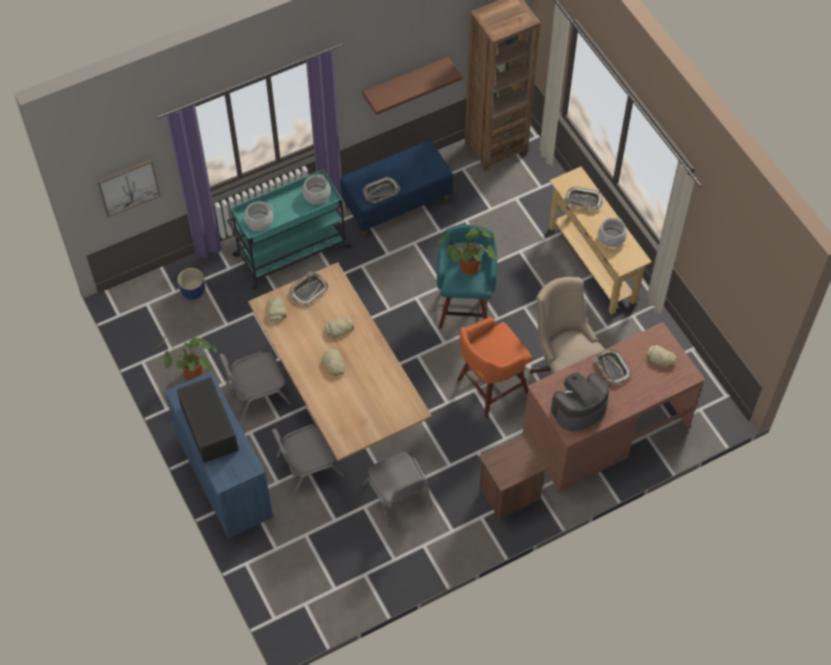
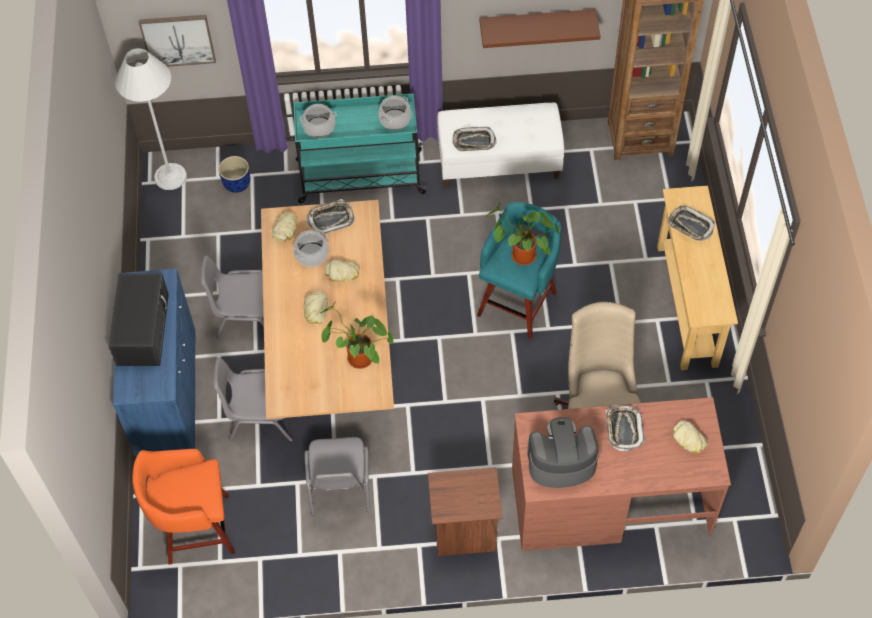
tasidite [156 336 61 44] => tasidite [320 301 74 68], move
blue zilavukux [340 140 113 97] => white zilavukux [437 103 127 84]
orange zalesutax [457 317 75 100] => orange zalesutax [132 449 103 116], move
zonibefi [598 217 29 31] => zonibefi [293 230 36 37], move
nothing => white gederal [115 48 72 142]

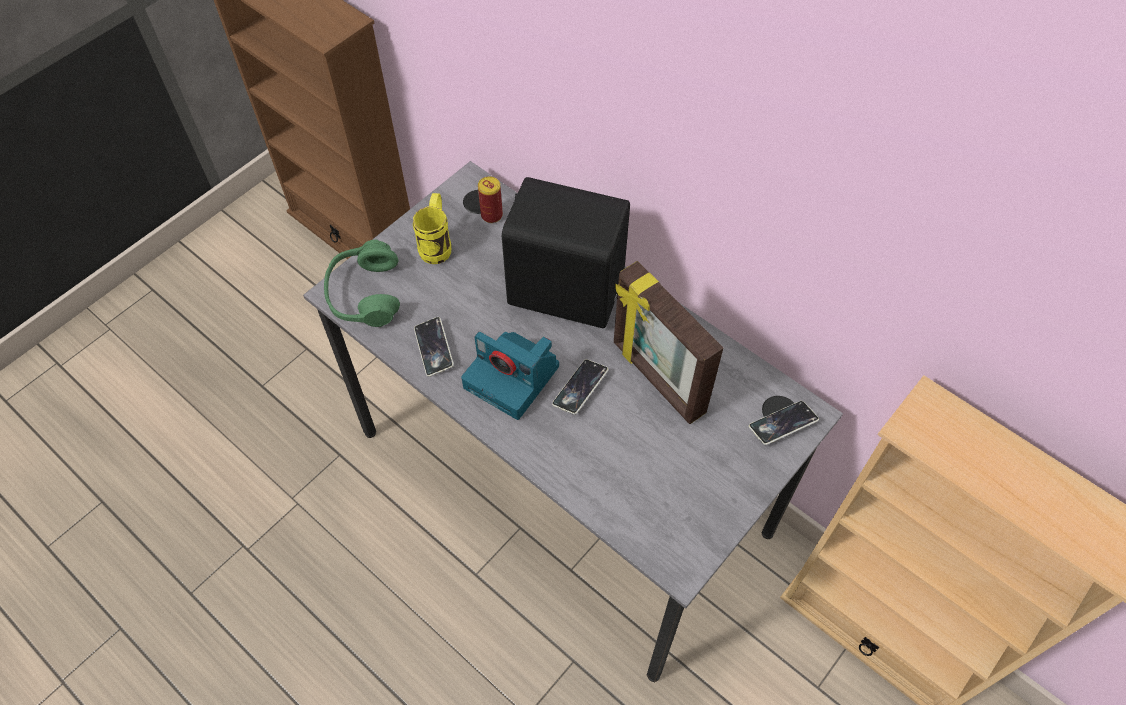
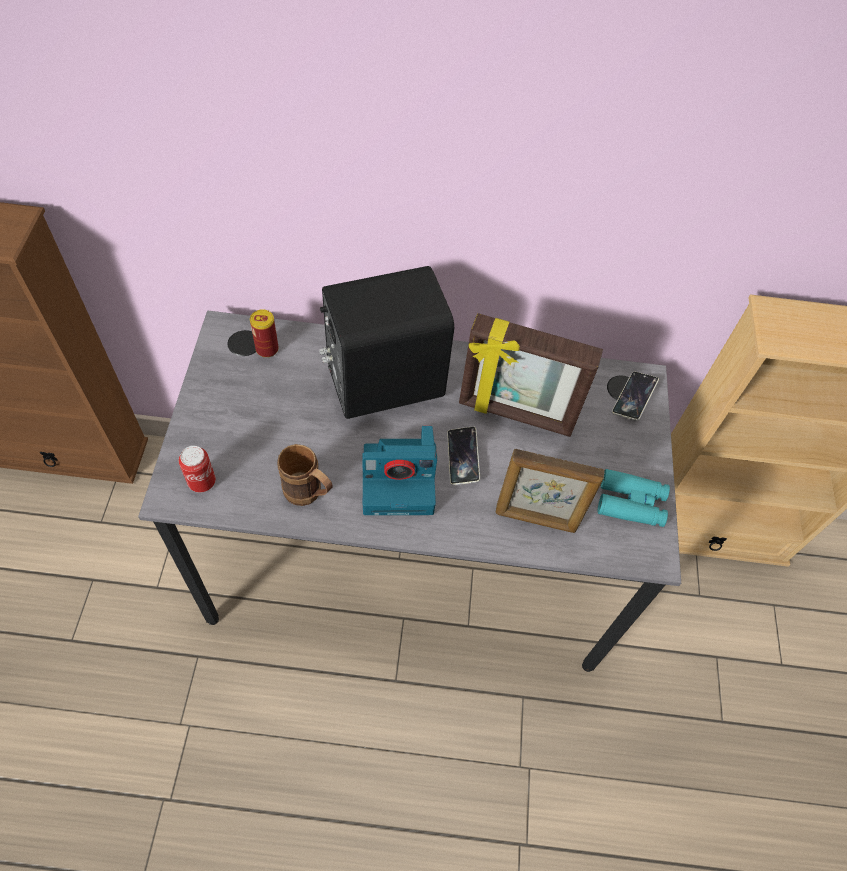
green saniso [324 240 76 87] => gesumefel [179 446 37 47]
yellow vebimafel [413 193 38 71] => nothing
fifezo [414 317 40 60] => brown vebimafel [277 444 56 62]
nothing => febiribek [495 449 110 84]
nothing => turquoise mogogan [598 469 72 58]

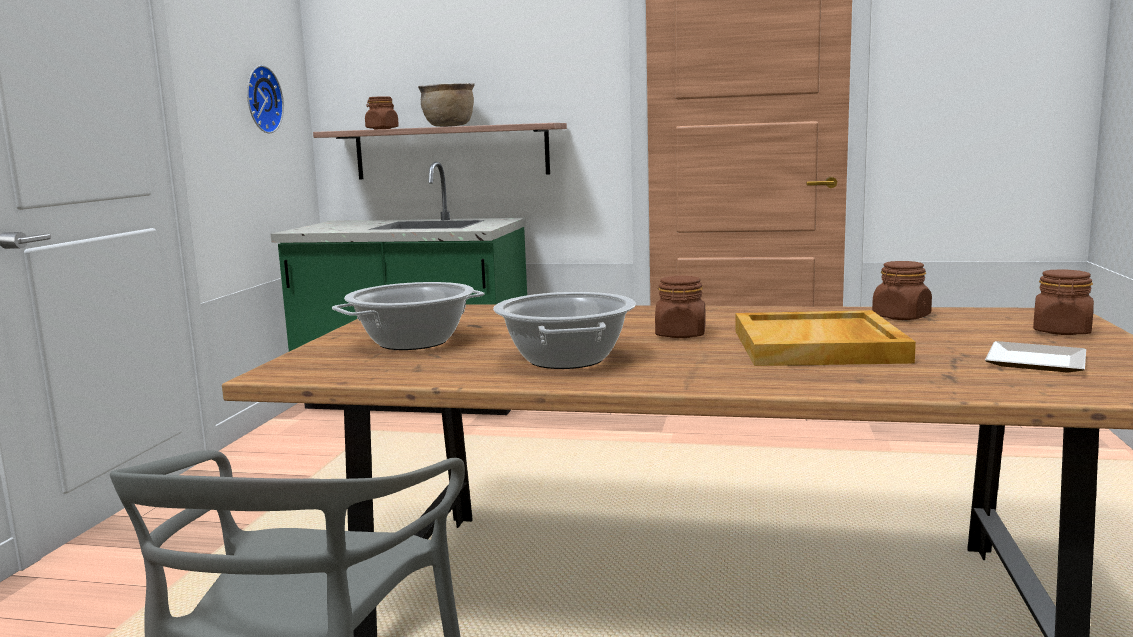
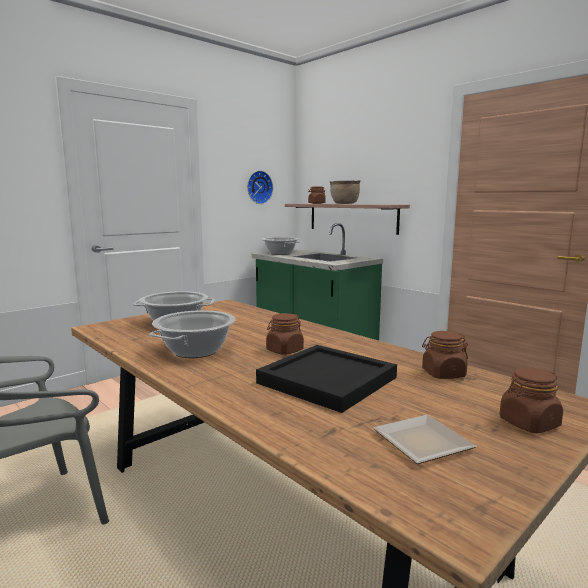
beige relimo [735 310 181 56] => black relimo [256 345 141 68]
nothing => zonibefi [261 237 39 18]

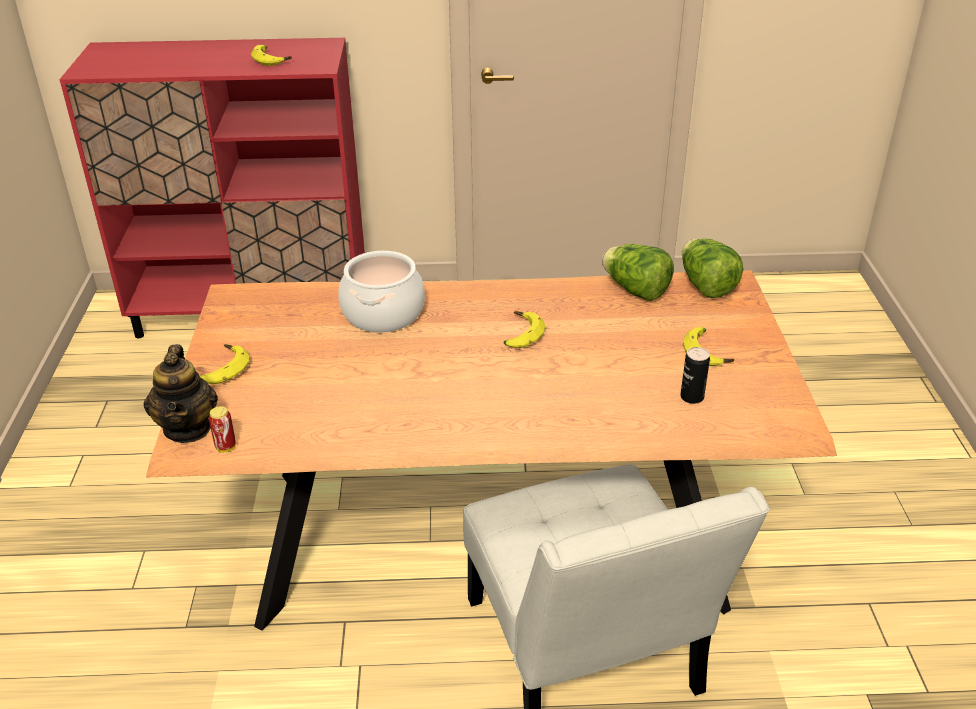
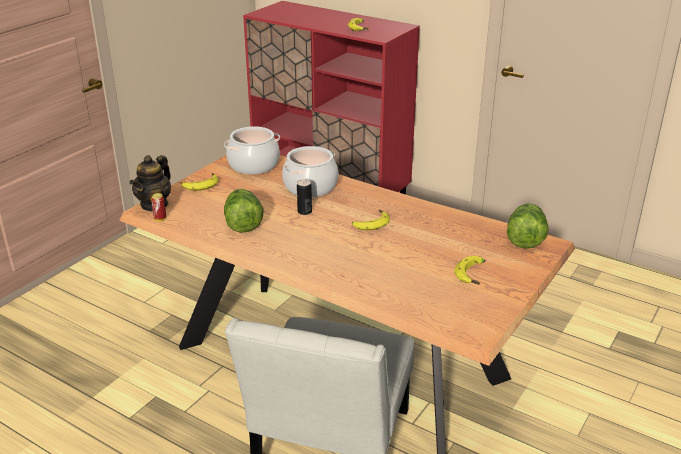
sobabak [602 244 72 57] => sobabak [224 189 39 43], move
gesumefel [680 347 30 57] => gesumefel [297 179 15 36], move
nothing => zonibefi [224 126 56 48]

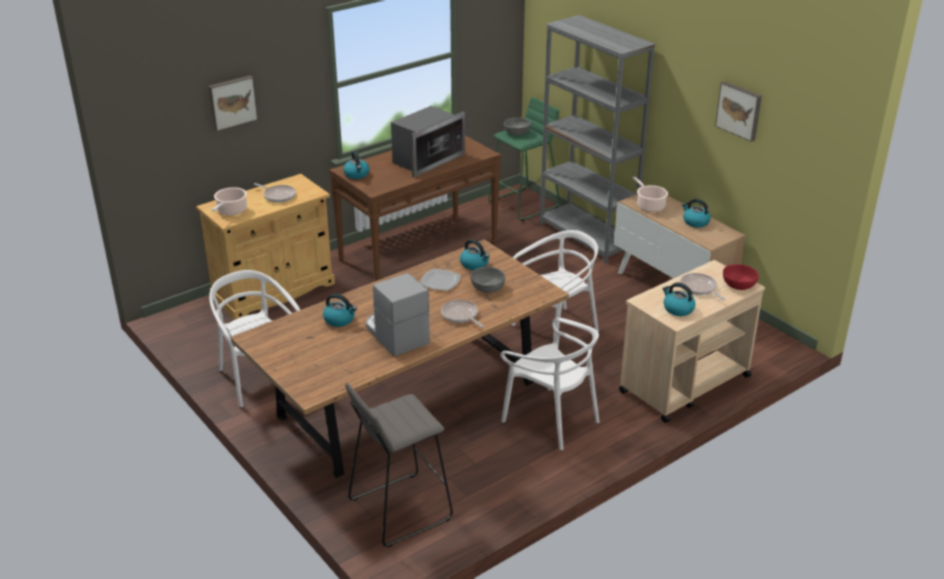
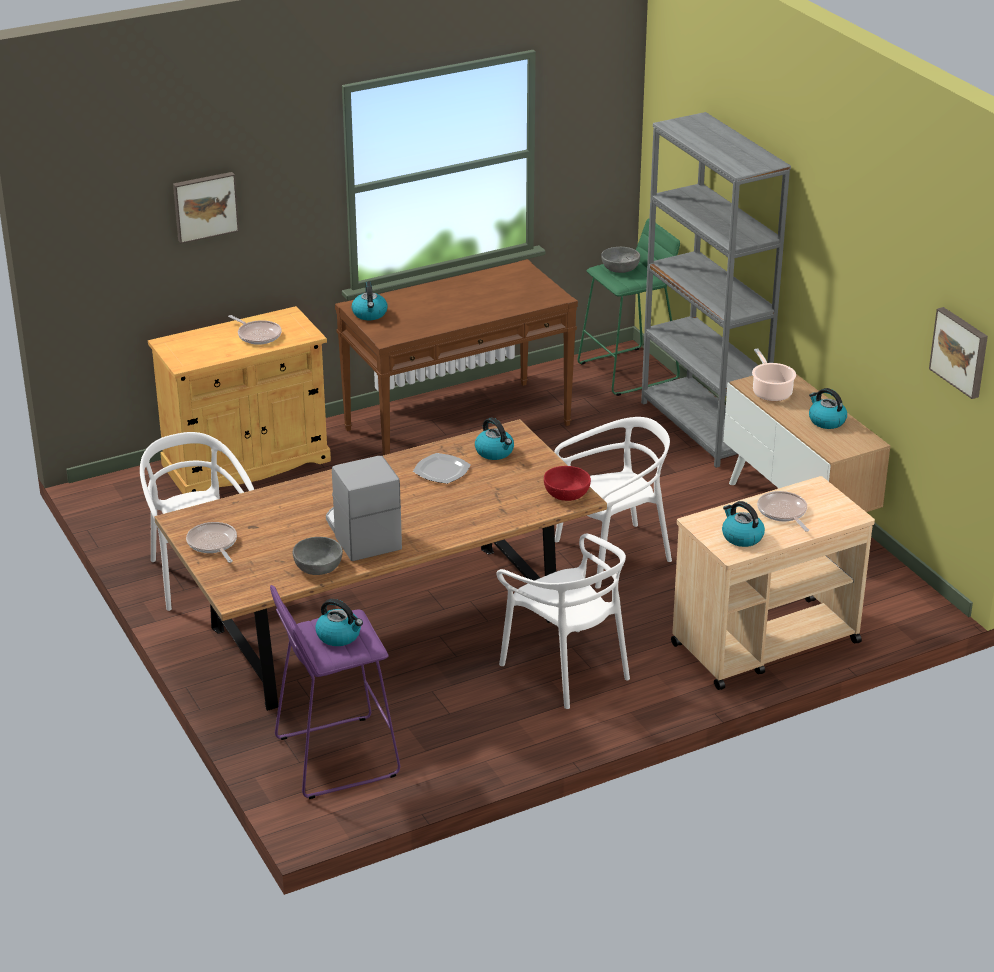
zonibefi [212 187 35 29] => nothing
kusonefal [323 294 34 33] => kusonefal [315 599 48 47], move
grey zalesutax [345 383 108 164] => purple zalesutax [270 585 130 214]
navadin [391 106 74 72] => nothing
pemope [441 300 43 28] => pemope [186 522 51 41], move
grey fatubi [471 267 35 26] => grey fatubi [292 537 51 38], move
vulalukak [715 81 47 61] => vulalukak [929 307 59 92], move
red fatubi [723 264 36 26] => red fatubi [544 466 47 35], move

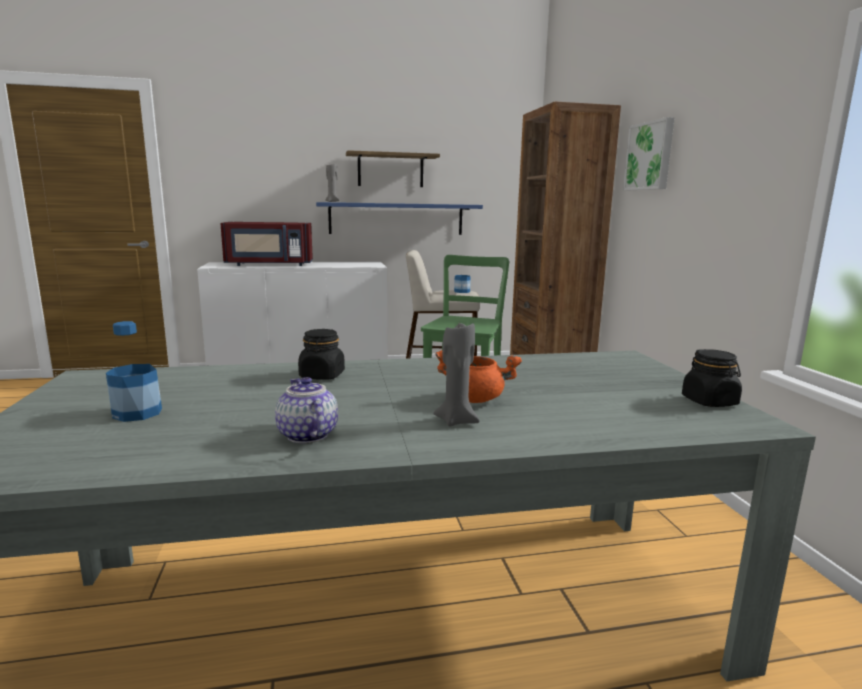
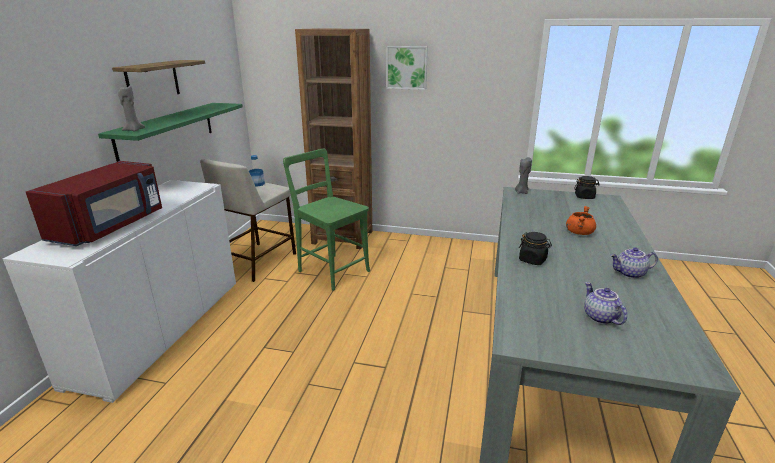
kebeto [106 321 56 101] => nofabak [584 282 43 43]
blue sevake [316 202 167 33] => green sevake [98 103 145 59]
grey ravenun [433 323 47 104] => grey ravenun [515 157 17 37], move

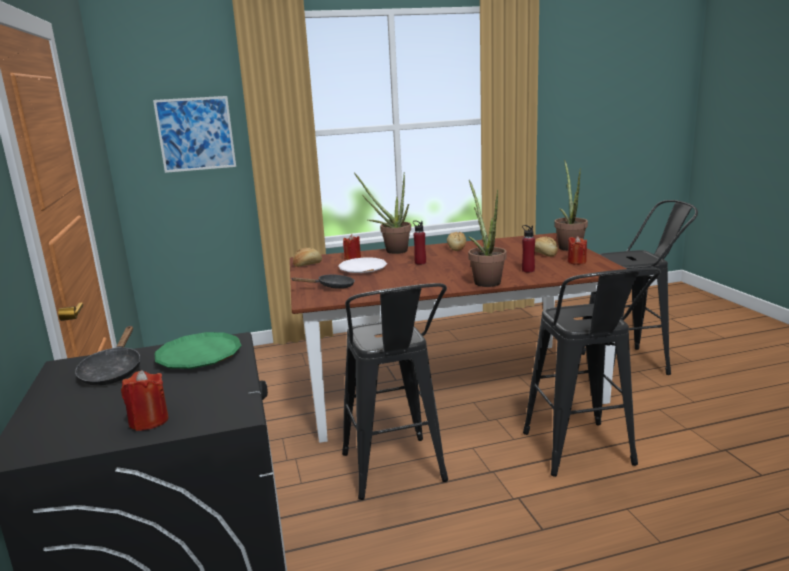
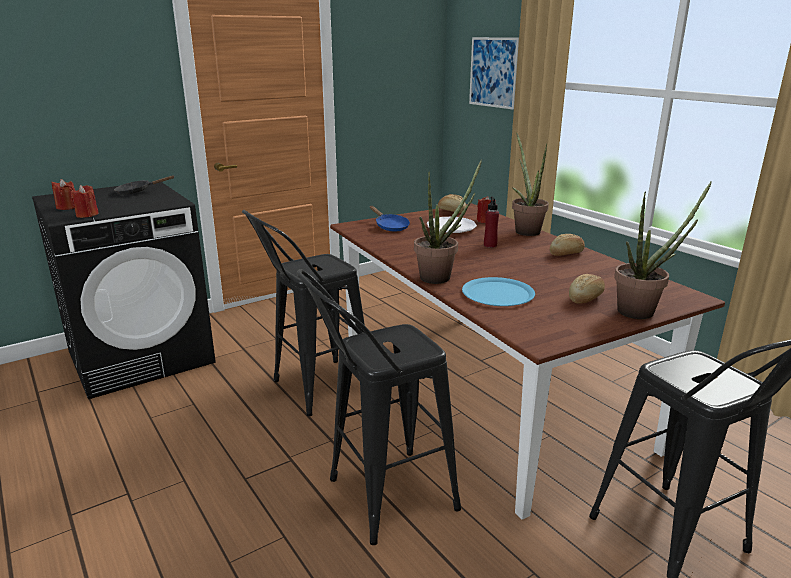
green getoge [154 332 88 37] => nothing
black pemope [291 274 64 15] => blue pemope [370 206 40 25]
red kebeto [522 225 13 47] => blue getoge [462 277 73 29]
red ravenun [568 236 19 29] => red ravenun [71 185 27 33], move

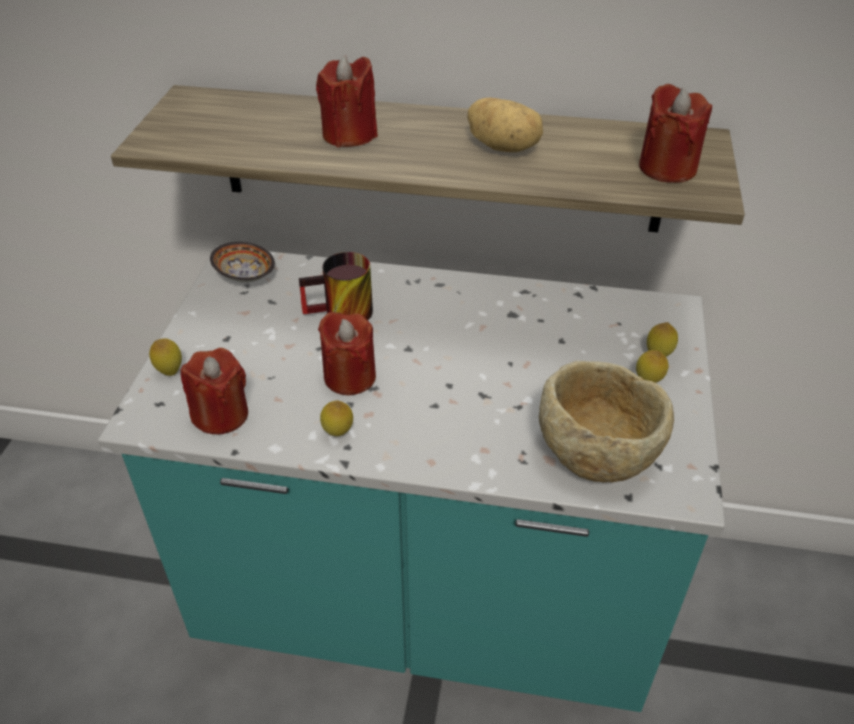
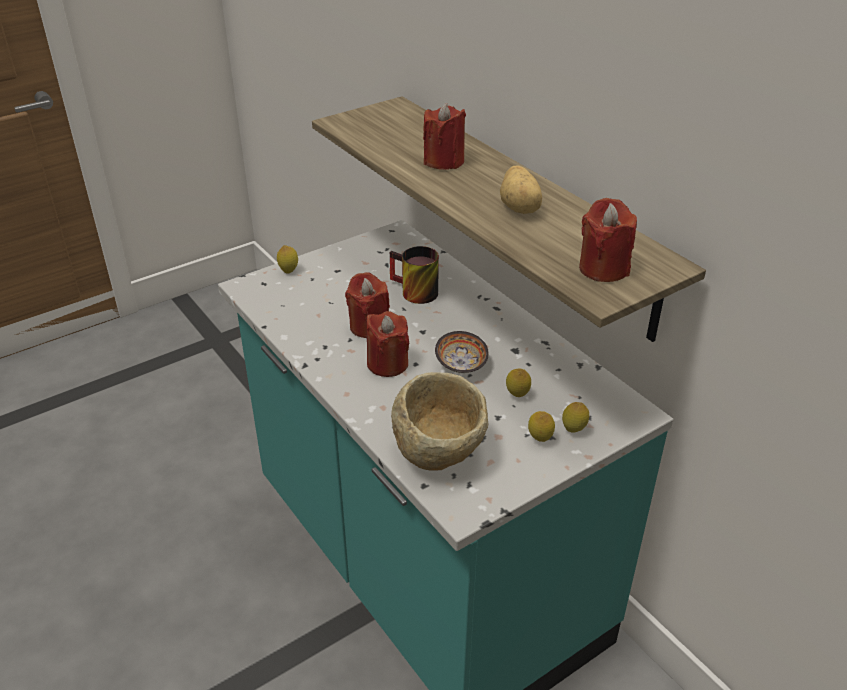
red ravenun [181 348 67 86] => red ravenun [366 311 43 66], move
fatubi [210 242 65 40] => fatubi [435 331 54 42], move
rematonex [320 400 33 36] => rematonex [506 368 25 29], move

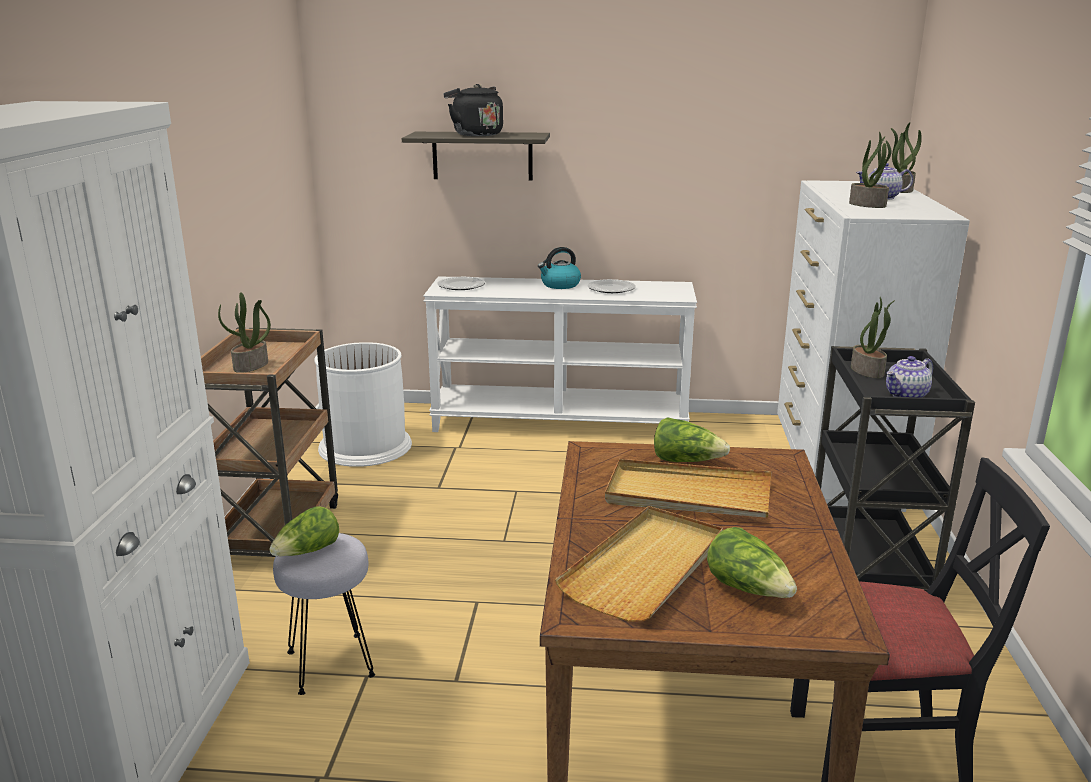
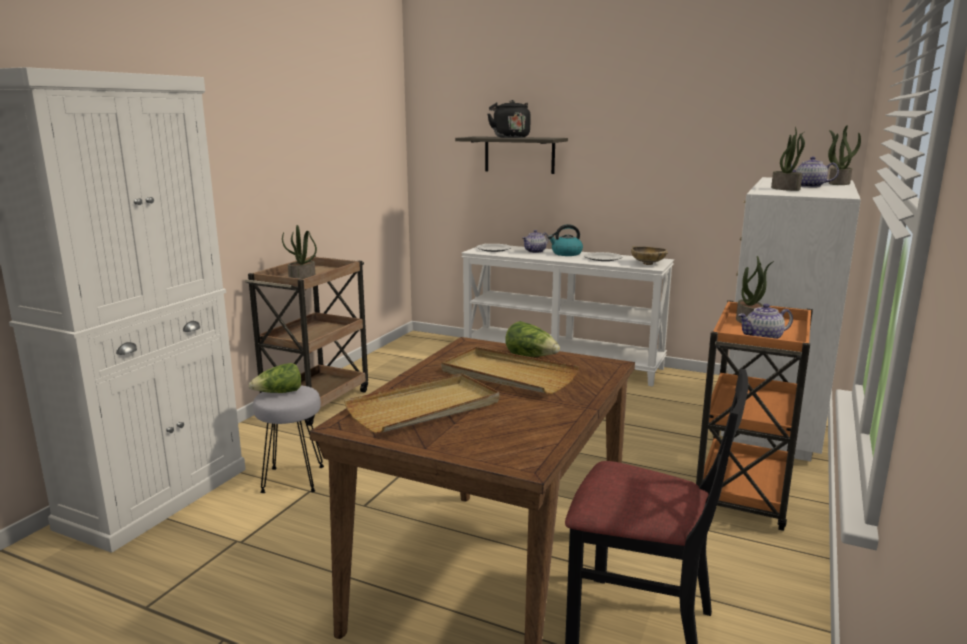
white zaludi [314 342 98 125] => nothing
sobabak [707 527 90 71] => nothing
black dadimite [815 346 160 246] => orange dadimite [696 300 117 231]
nothing => nofabak [522 230 27 23]
nothing => beige fatubi [631 246 37 19]

